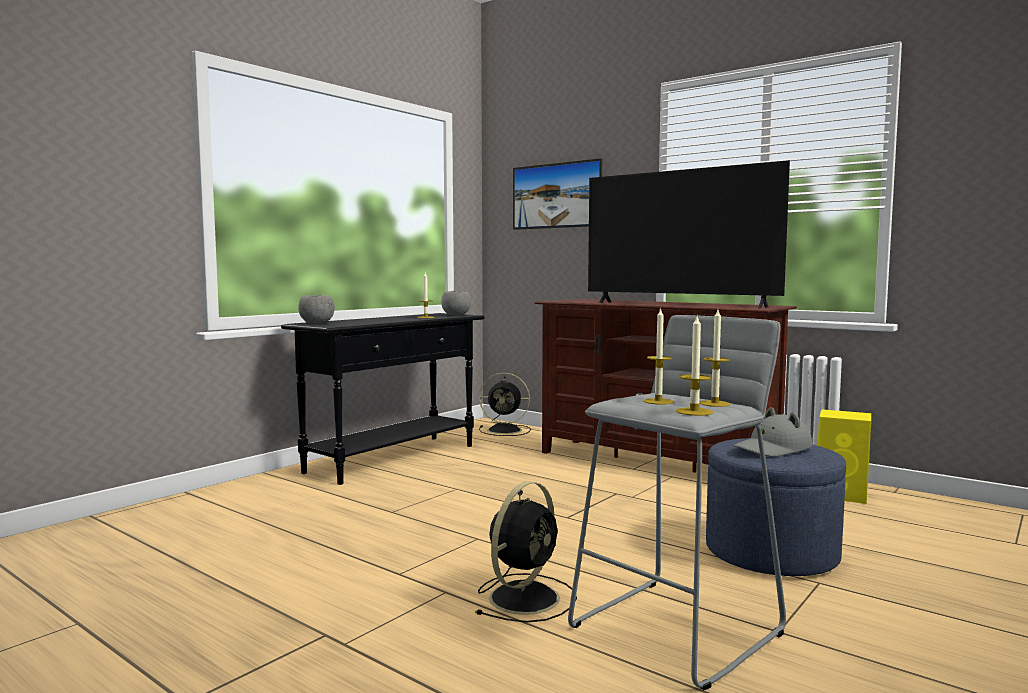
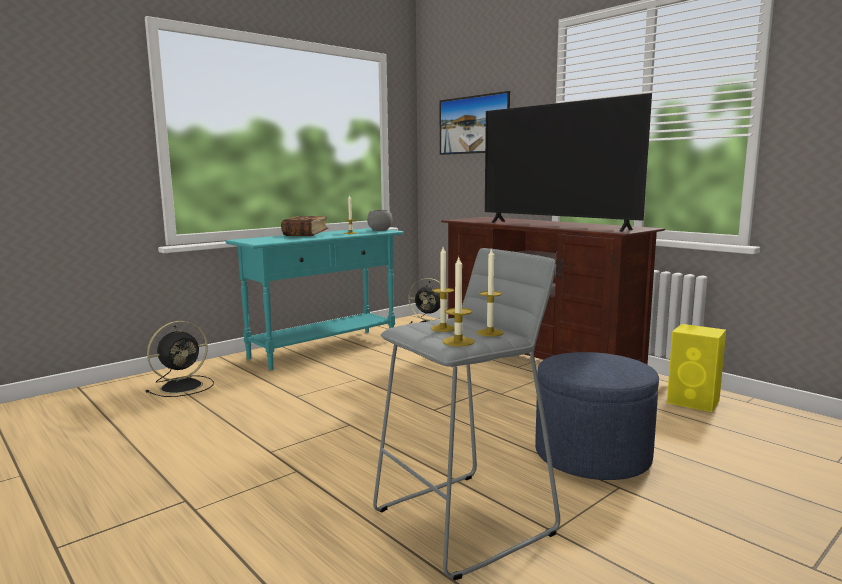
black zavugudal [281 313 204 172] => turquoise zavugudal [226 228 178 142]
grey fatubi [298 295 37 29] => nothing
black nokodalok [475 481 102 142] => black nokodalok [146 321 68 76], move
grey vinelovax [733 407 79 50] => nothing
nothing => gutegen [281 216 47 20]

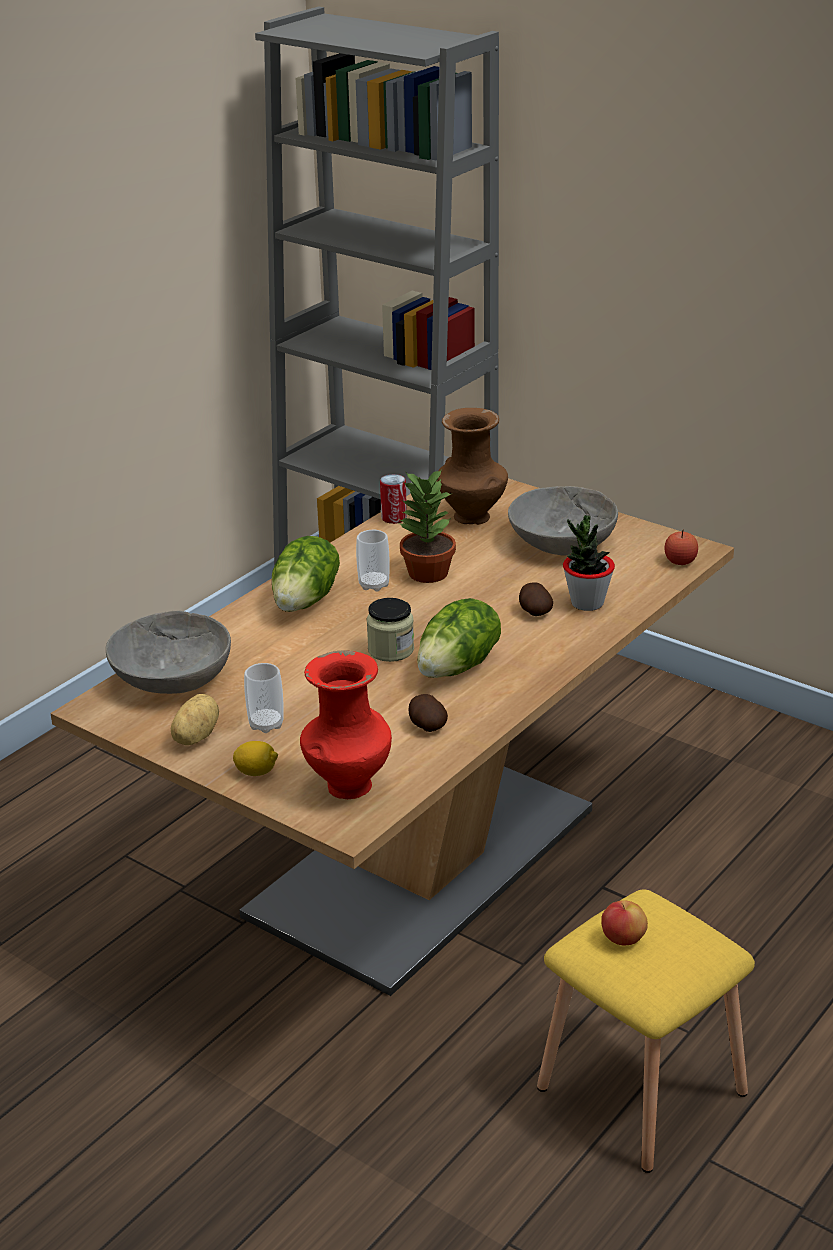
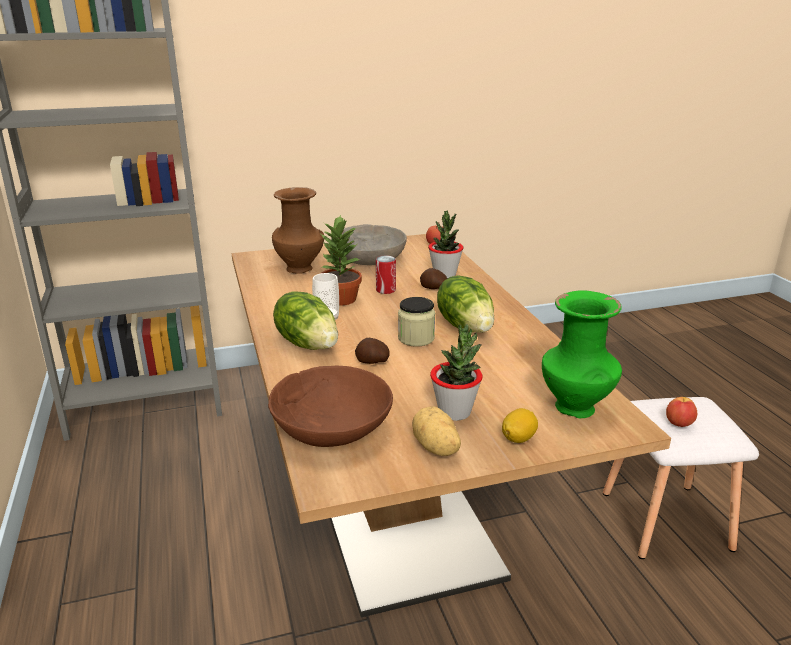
grey fatubi [106 610 125 84] => brown fatubi [268 366 125 81]
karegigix [244 663 40 70] => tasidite [430 324 53 97]
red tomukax [300 650 92 149] => green tomukax [542 290 80 128]
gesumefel [380 474 27 50] => gesumefel [376 255 20 39], move
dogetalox [408 694 40 38] => dogetalox [355 338 35 26], move
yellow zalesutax [537 889 218 284] => white zalesutax [603 397 156 162]

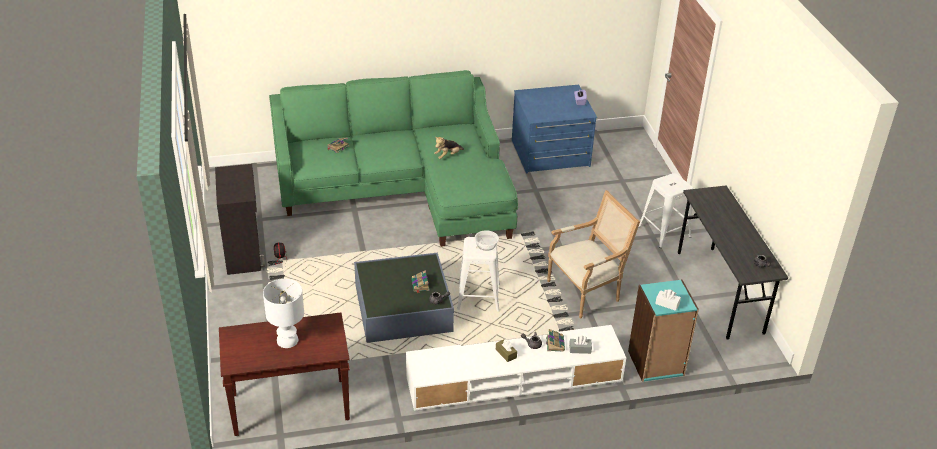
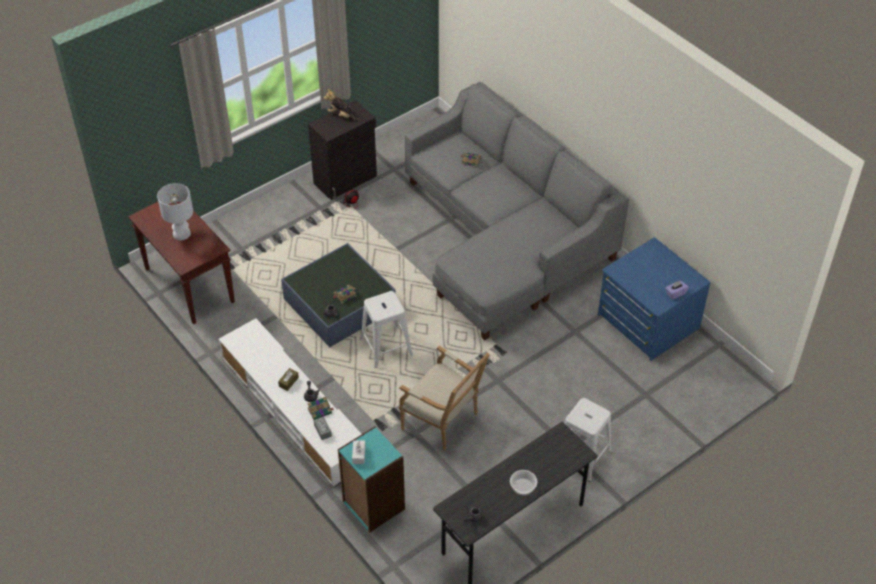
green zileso [269 70 249 177] => grey zileso [405 82 224 259]
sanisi [434 137 30 22] => sanisi [324 89 36 32], move
fatubi [474 230 25 21] => fatubi [510 470 27 26], move

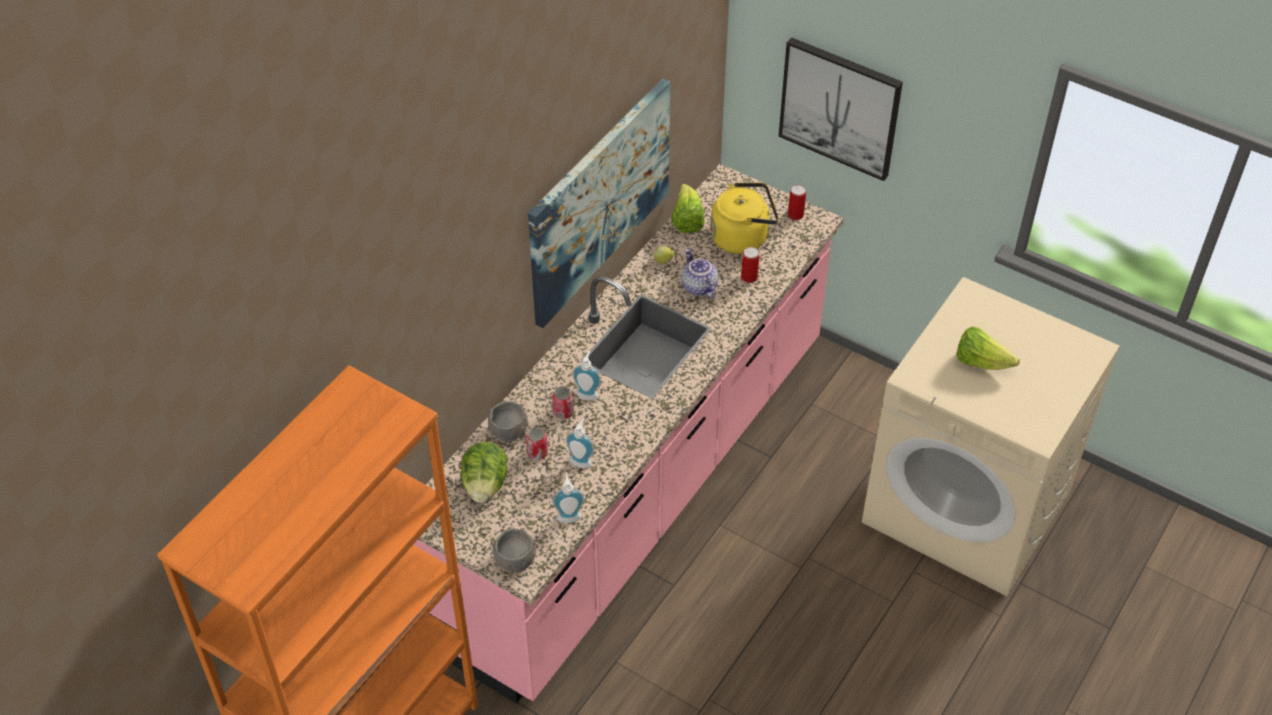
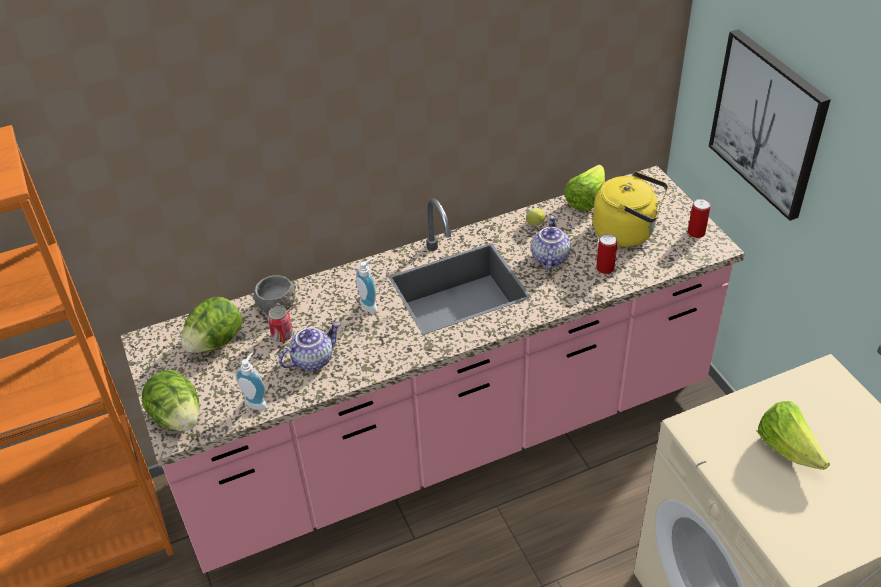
grey fatubi [492 529 44 43] => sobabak [142 370 57 61]
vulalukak [528 78 142 250] => nothing
gesumefel [553 386 21 33] => nothing
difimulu [566 418 28 50] => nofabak [279 322 61 49]

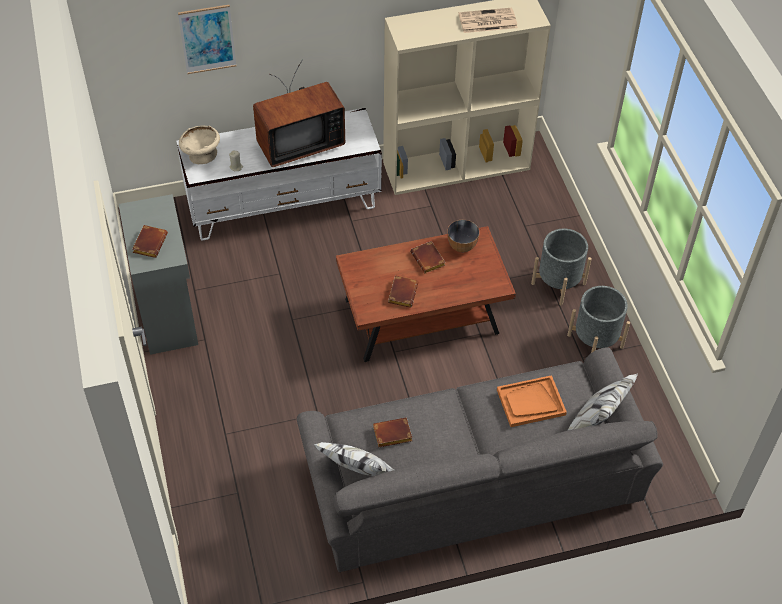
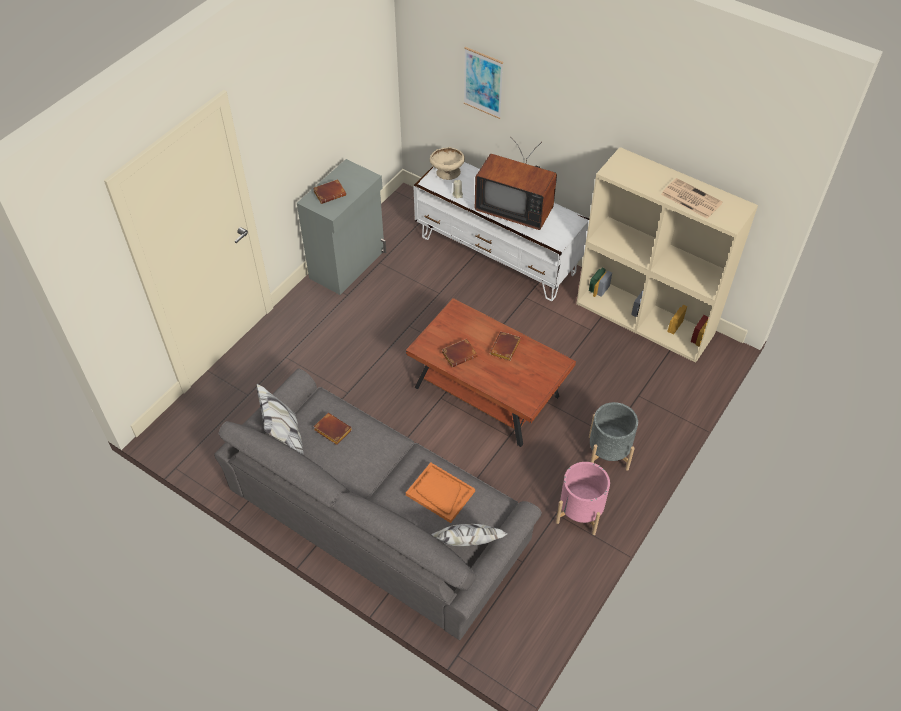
fatubi [447 220 32 32] => nothing
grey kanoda [567 286 63 67] => pink kanoda [556 462 54 73]

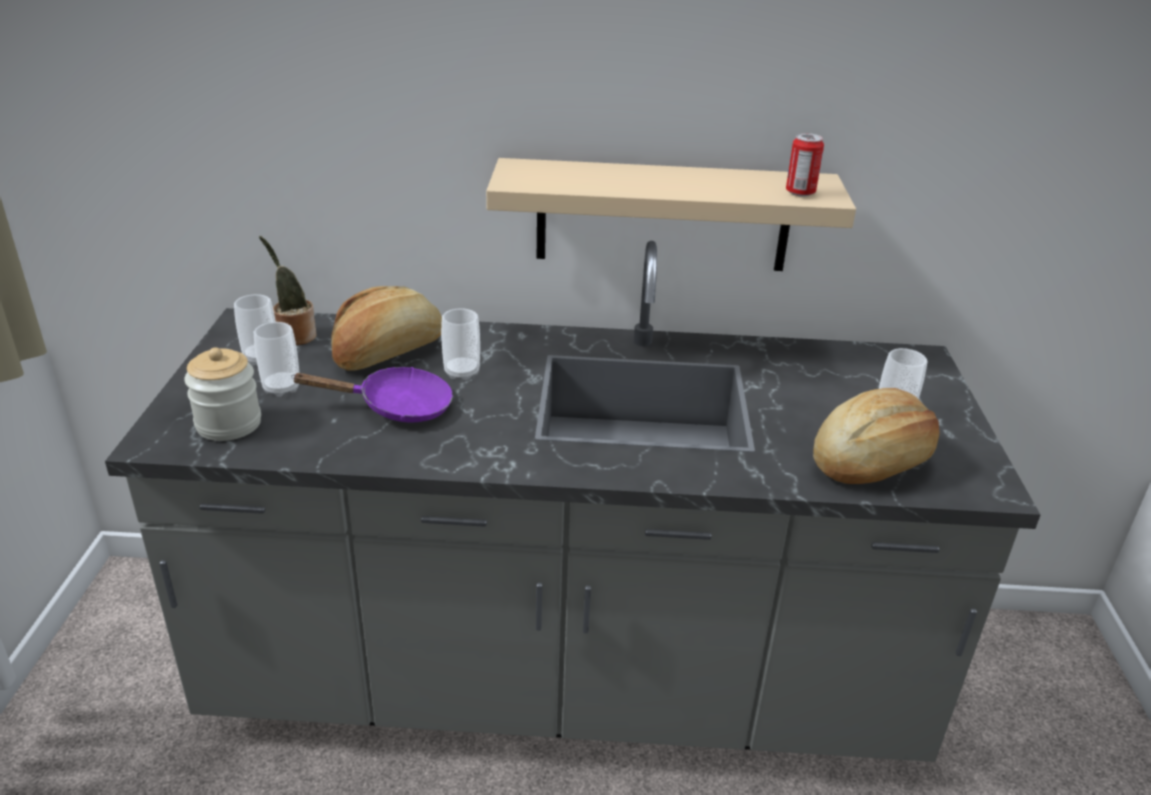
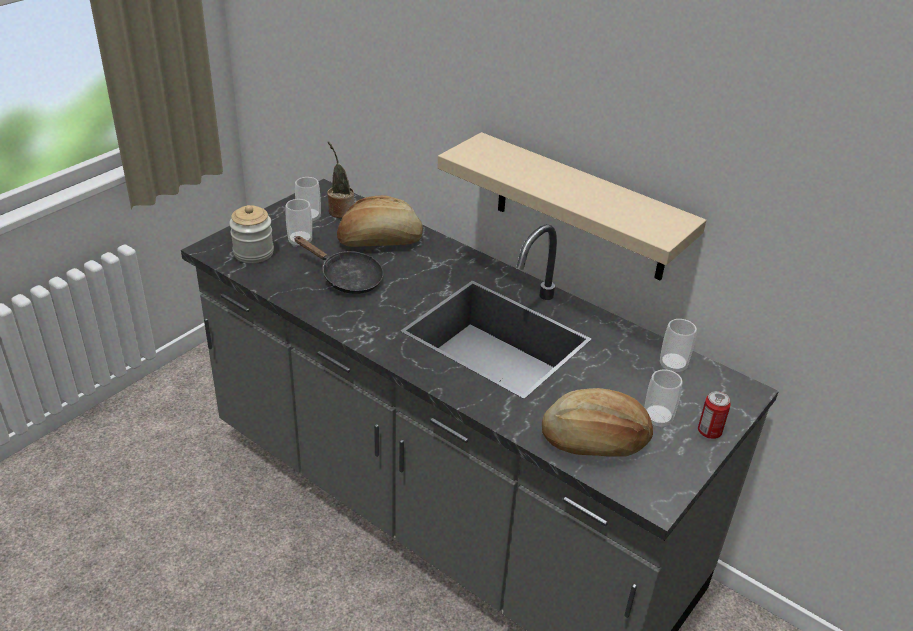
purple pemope [291 367 162 56] => black pemope [294 236 89 58]
karegigix [441 308 39 72] => karegigix [660 319 37 54], move
gesumefel [786 133 38 64] => gesumefel [698 391 33 48], move

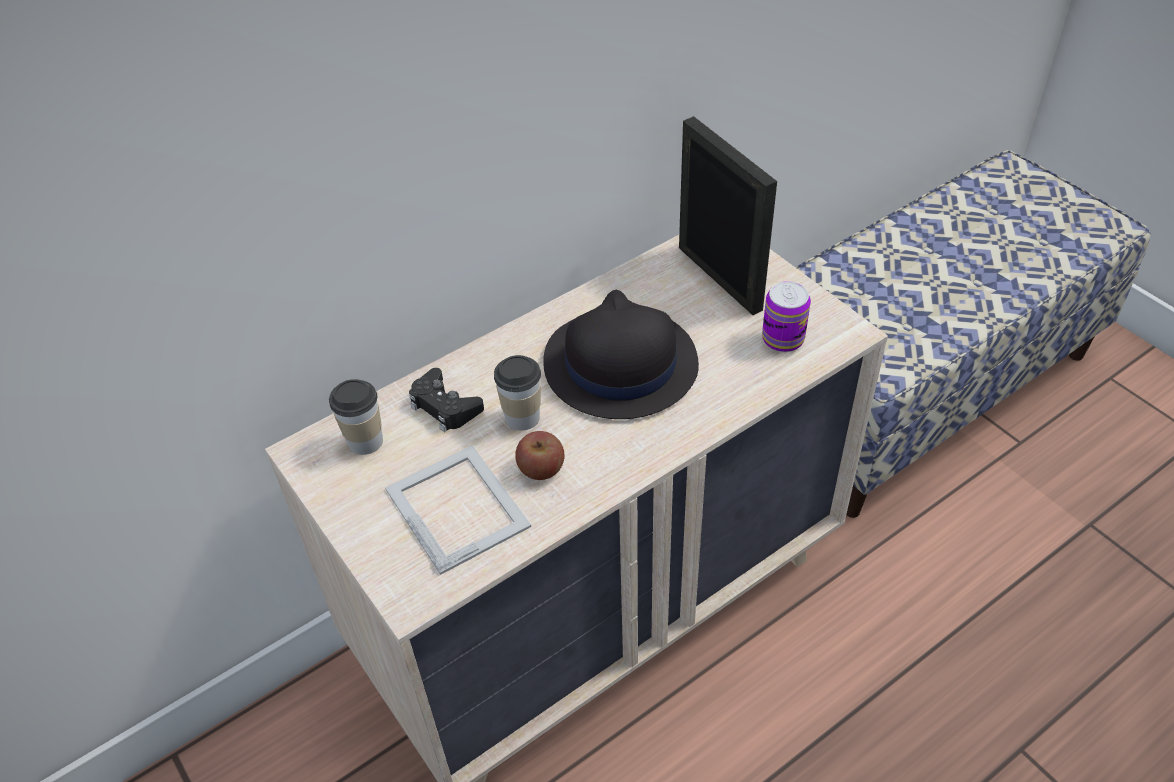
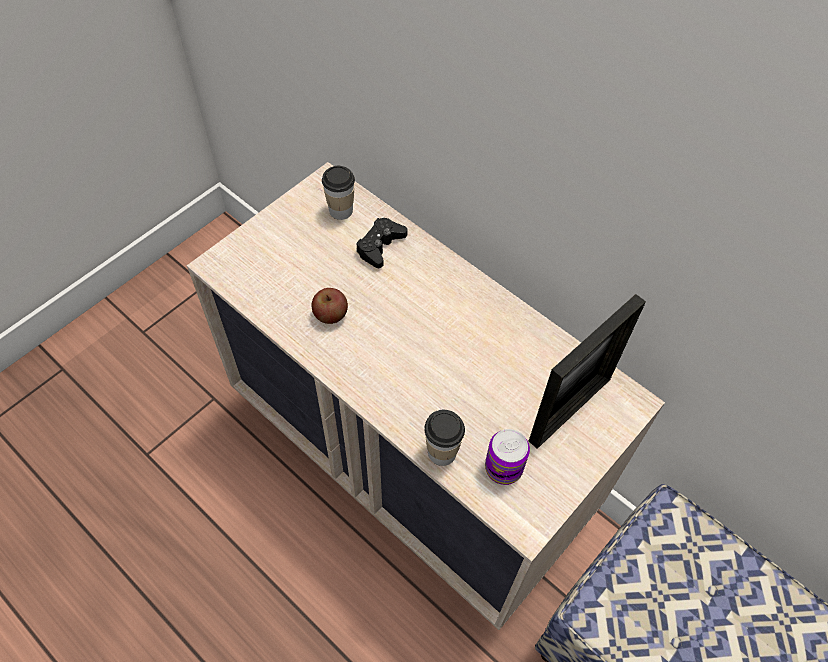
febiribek [385 445 146 130] => nothing
karegigix [494 355 47 76] => karegigix [424 410 41 56], move
black vinelovax [543 290 156 129] => nothing

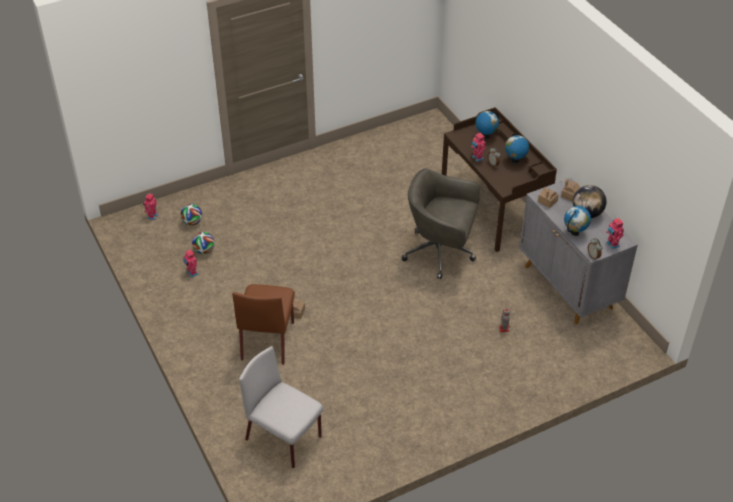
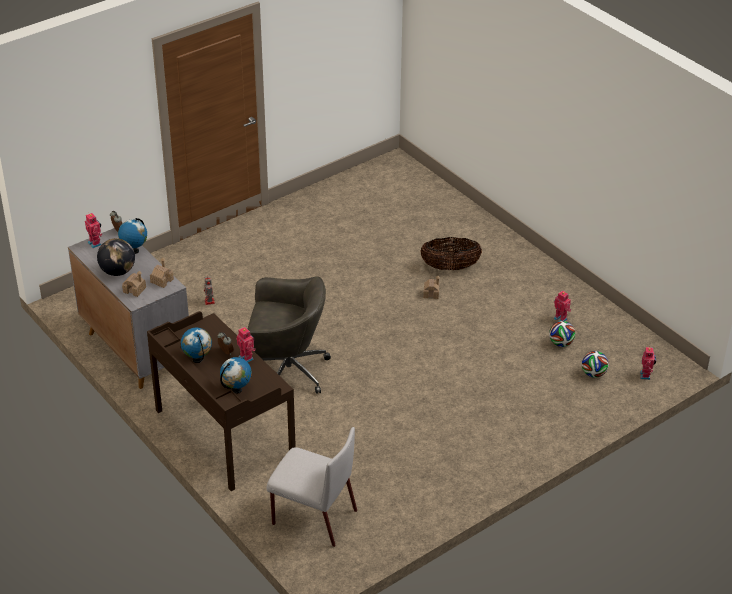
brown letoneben [232 284 63 81] => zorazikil [420 237 62 33]
grey letoneben [239 346 85 122] => grey letoneben [266 427 91 120], move

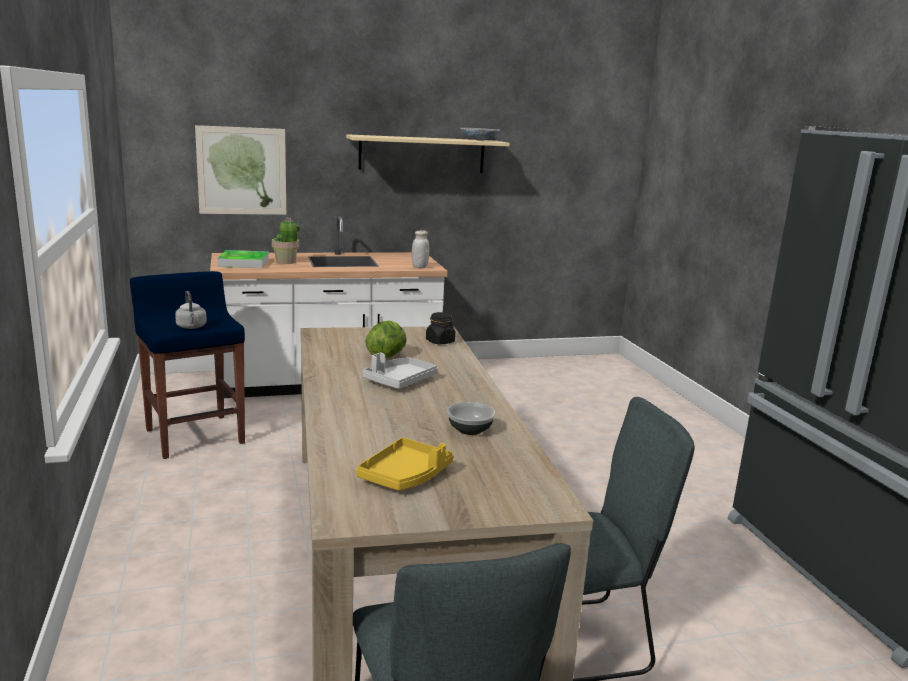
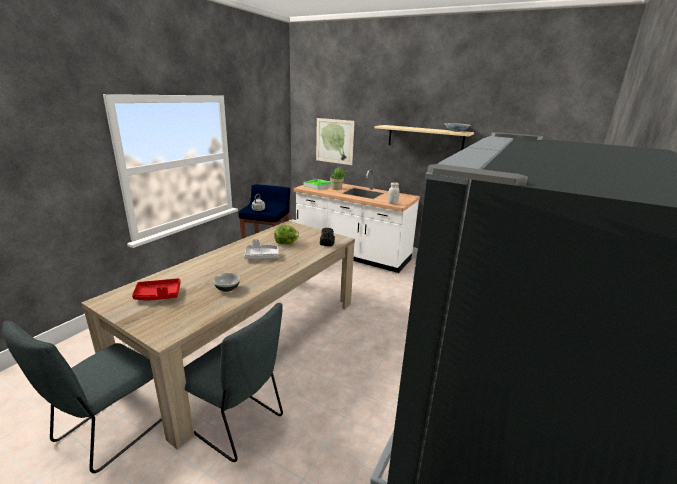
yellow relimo [356 437 97 54] => red relimo [132 278 49 22]

